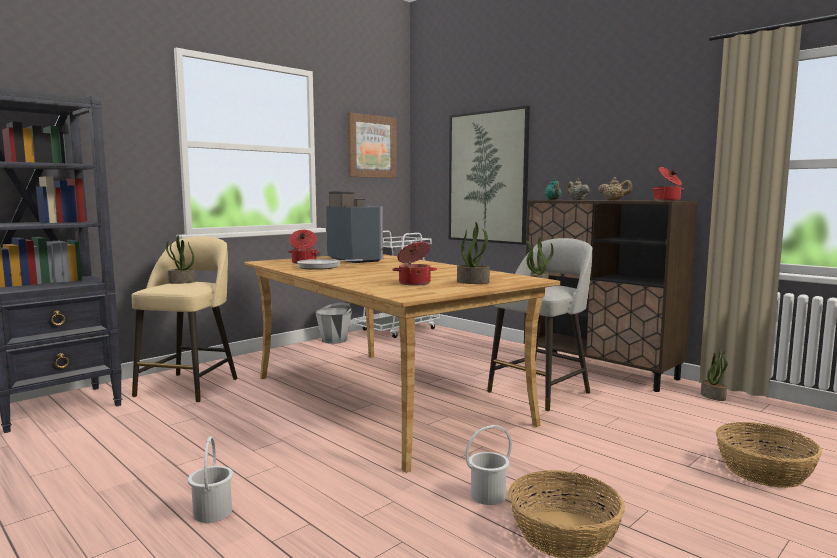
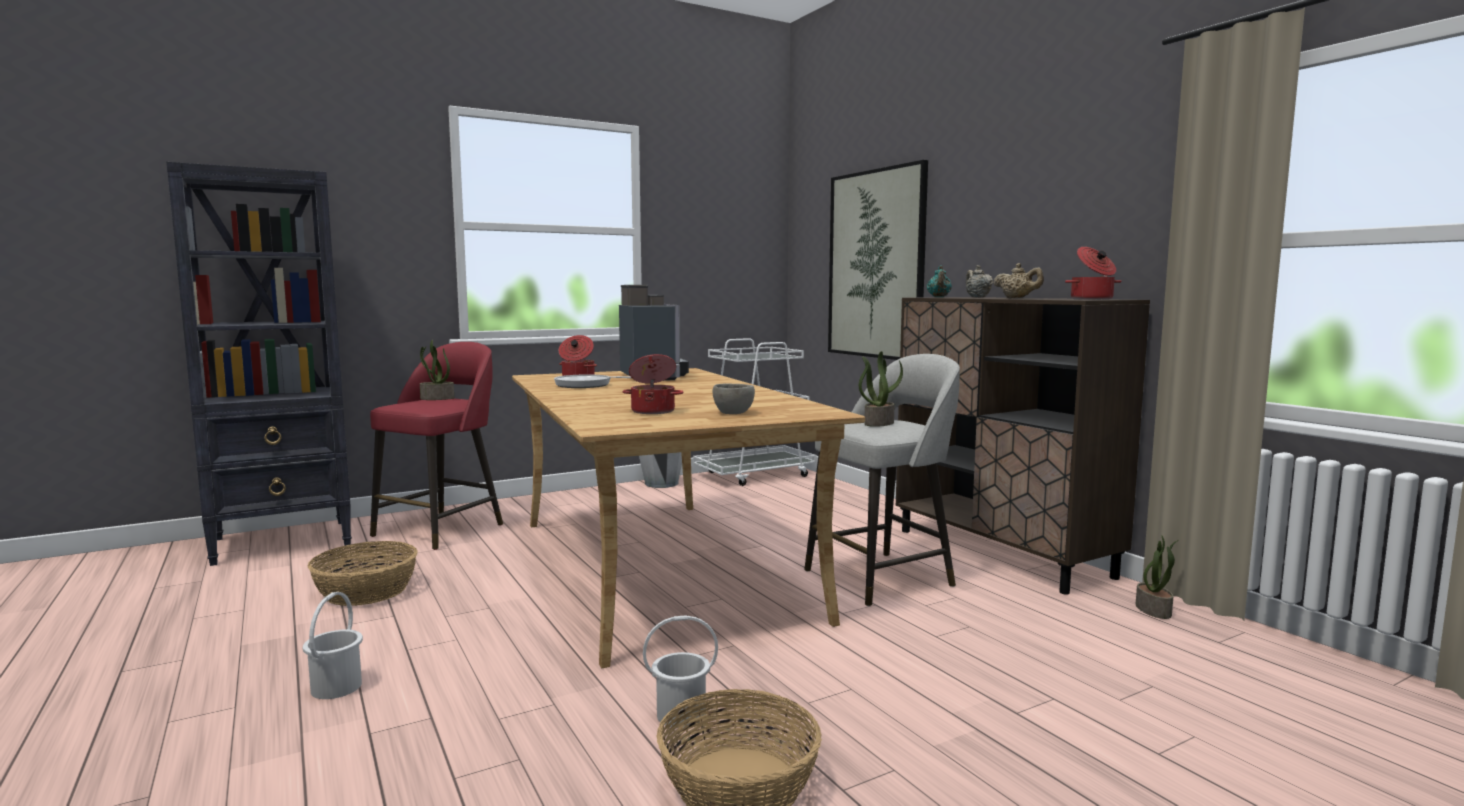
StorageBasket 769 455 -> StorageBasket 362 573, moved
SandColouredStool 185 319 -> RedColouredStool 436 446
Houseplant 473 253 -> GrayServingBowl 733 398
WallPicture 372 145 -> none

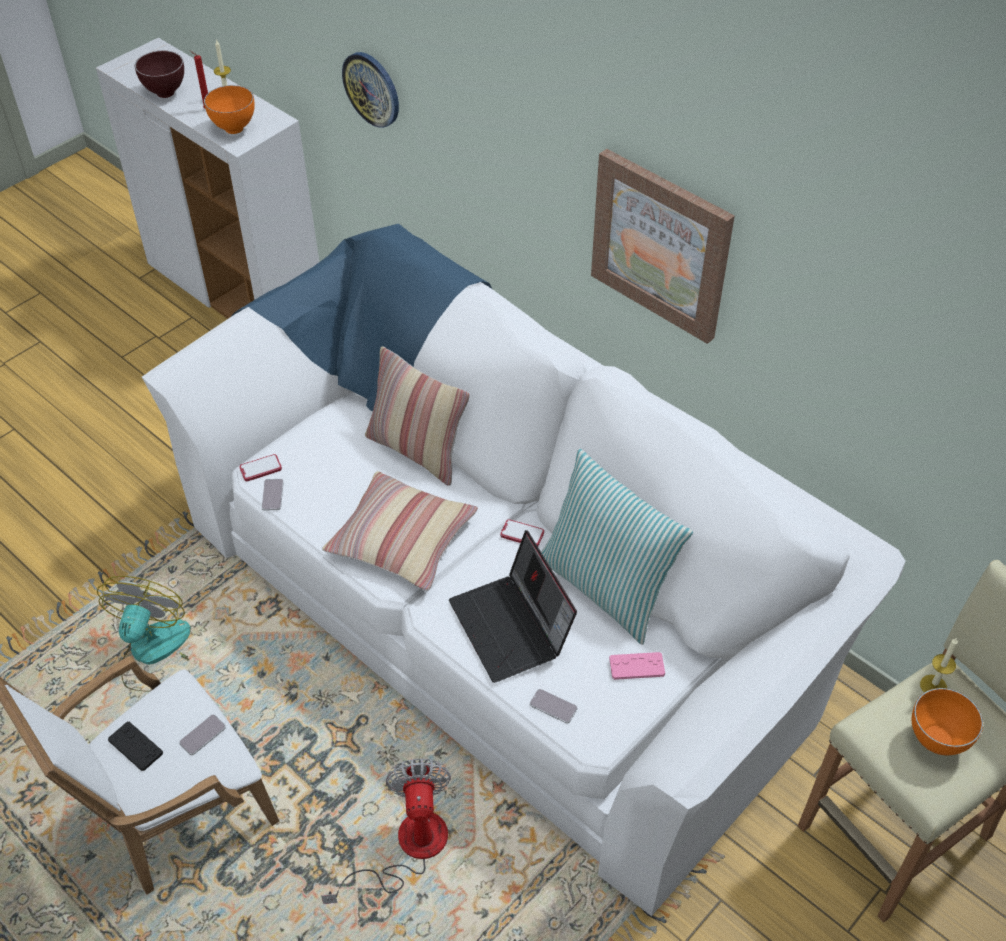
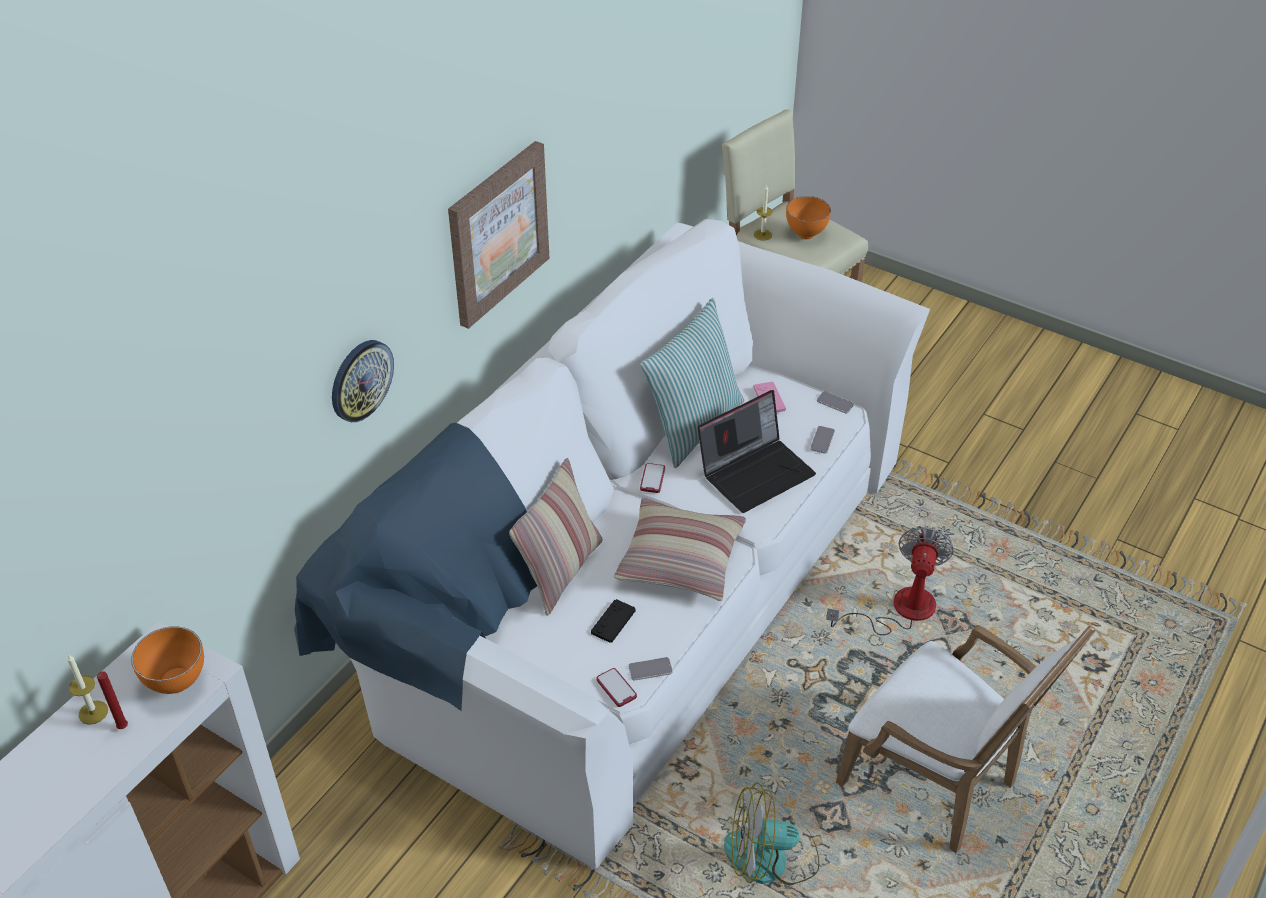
WallClock 370 90 -> WallClock 363 381, moved
BlackGamepad 135 746 -> BlackGamepad 613 621, moved
Telephone 202 734 -> Telephone 835 402, moved
CoolingFan 386 831 -> CoolingFan 890 580, 120 degrees clockwise
BrownColouredServingBowl 159 74 -> none

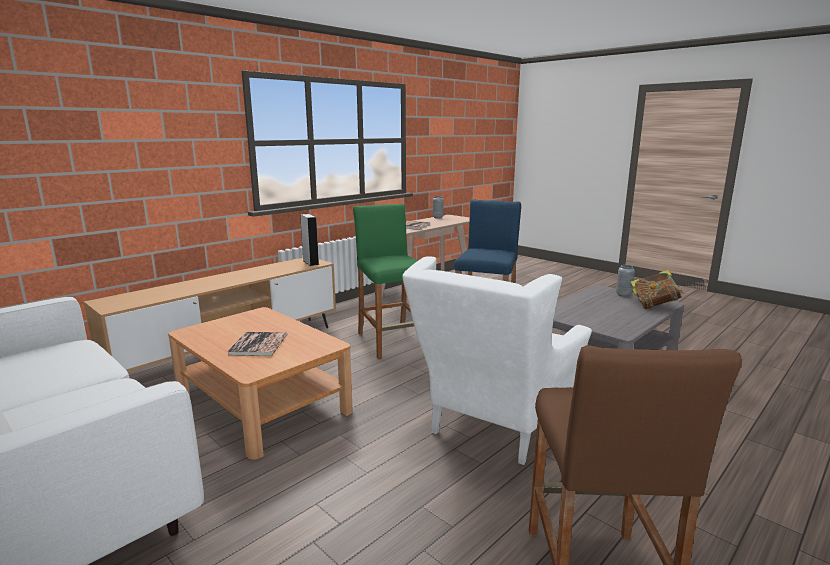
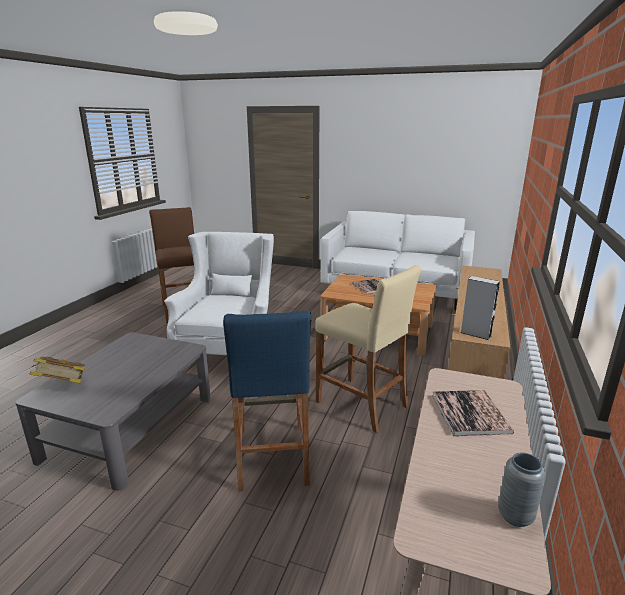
GreenishStool 385 281 -> SandColouredStool 368 349
GrayFlowerVase 625 281 -> none

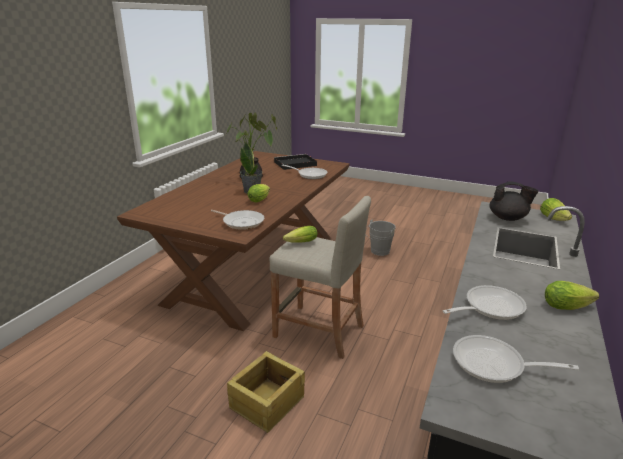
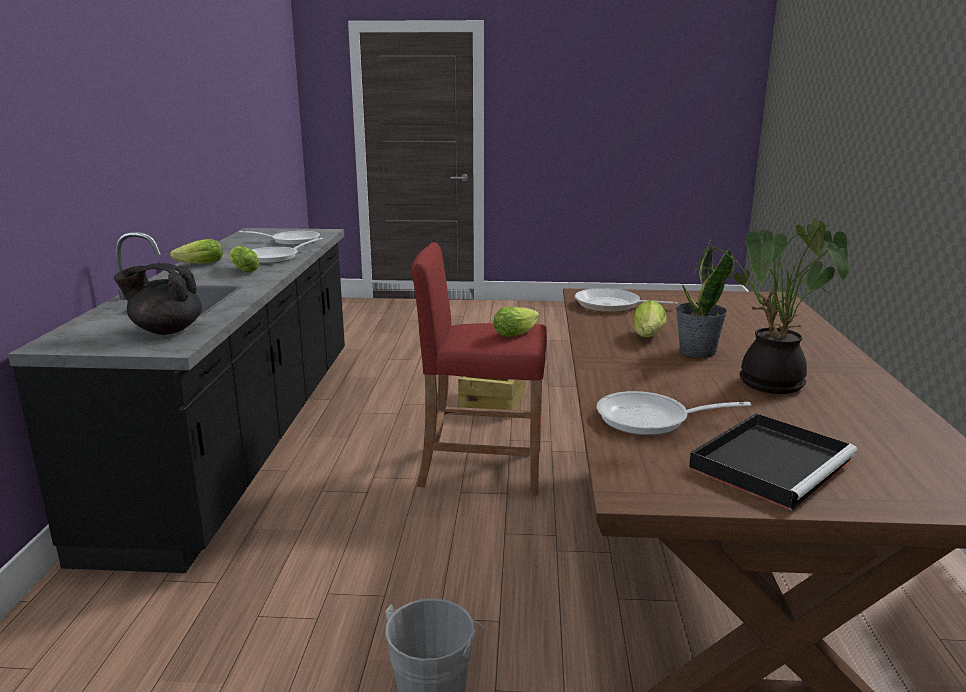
LettuceHead 556 209 -> LettuceHead 244 259, moved
SandColouredStool 320 277 -> RedColouredStool 479 368

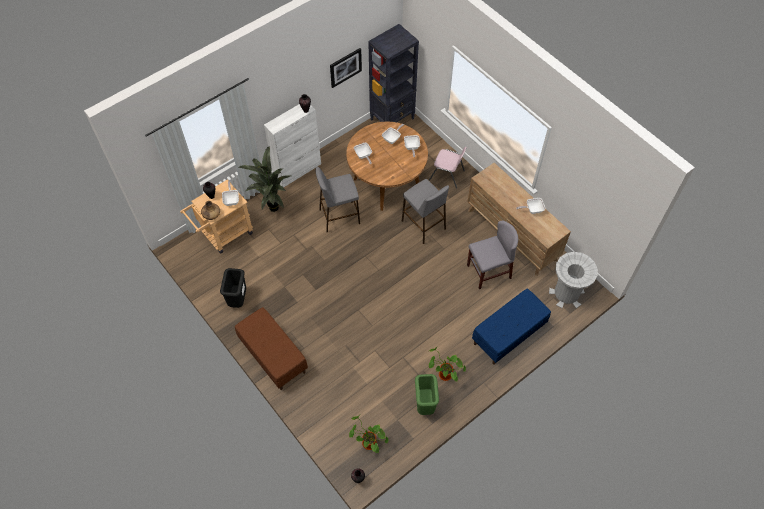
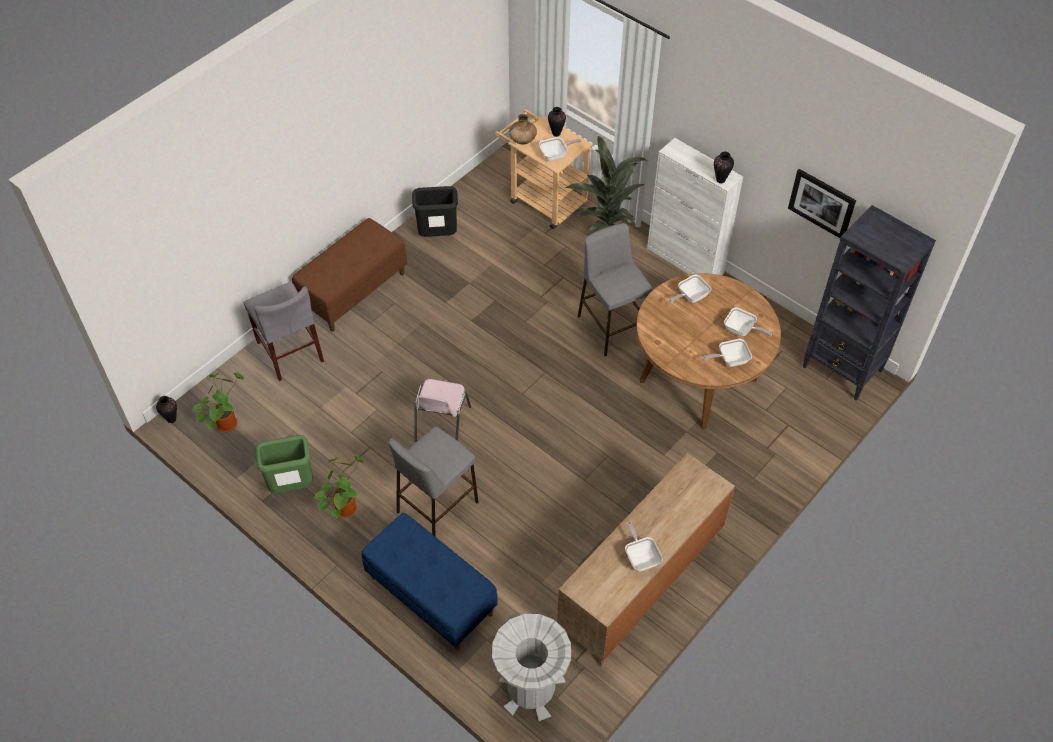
GrayUprightChair 492 255 -> GrayUprightChair 284 331, moved
GrayStool 425 211 -> GrayStool 434 482, moved
PinkishUprightChair 448 168 -> PinkishUprightChair 442 410, moved

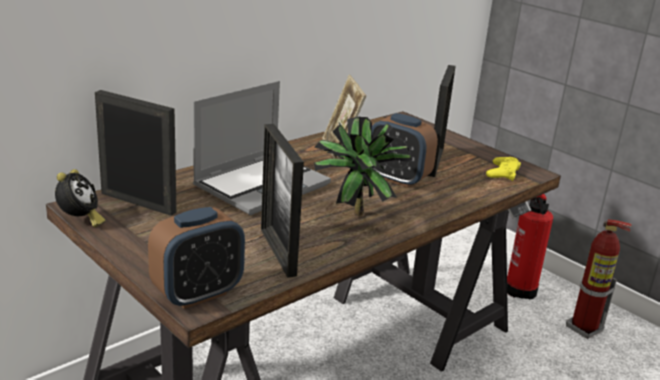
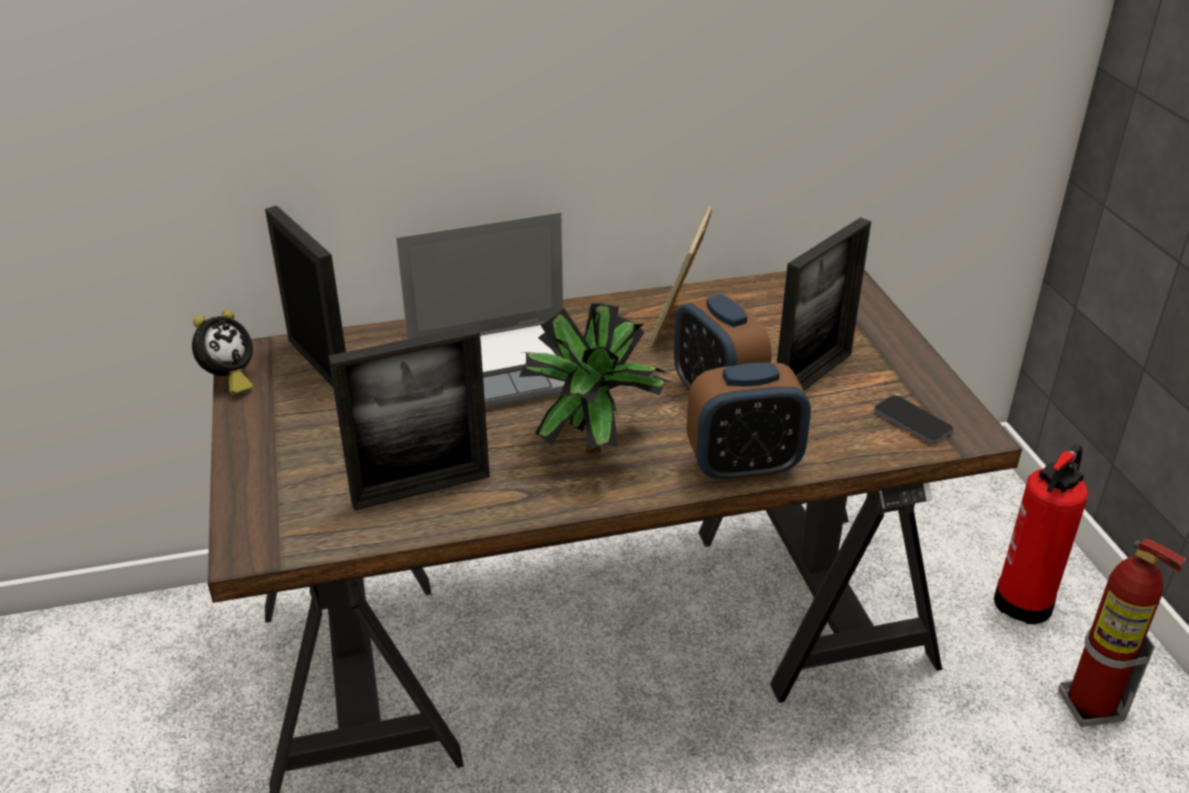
StandingFrame 282 201 -> StandingFrame 409 418, 120 degrees counterclockwise
AlarmClock 196 258 -> AlarmClock 748 423, moved
YellowishGamepad 503 169 -> Telephone 913 419

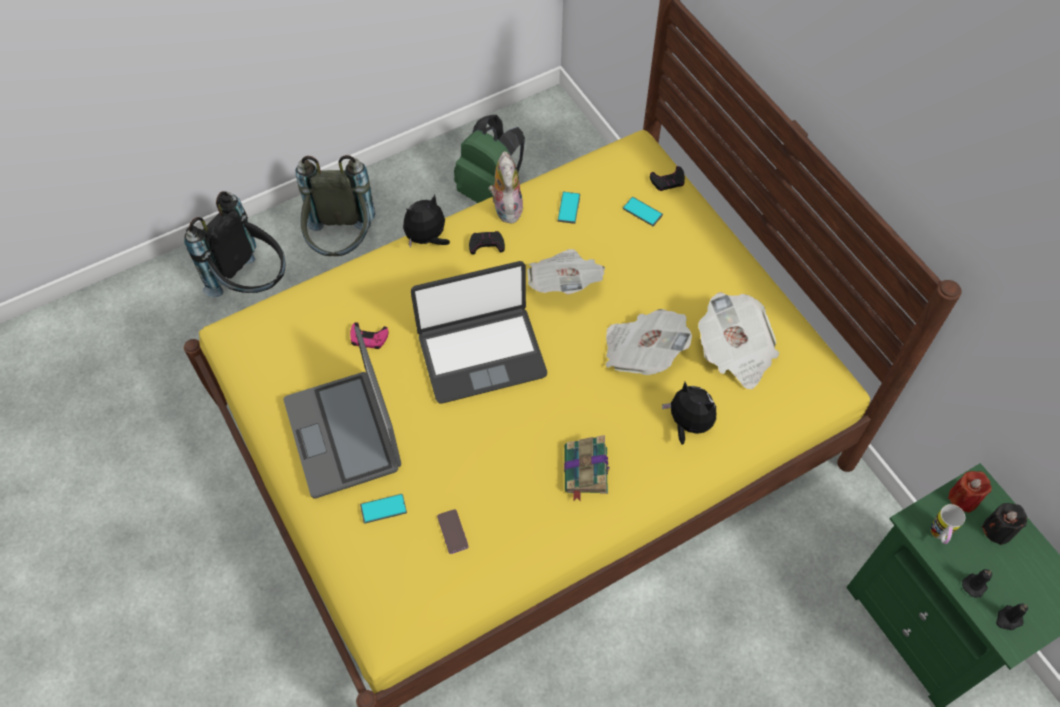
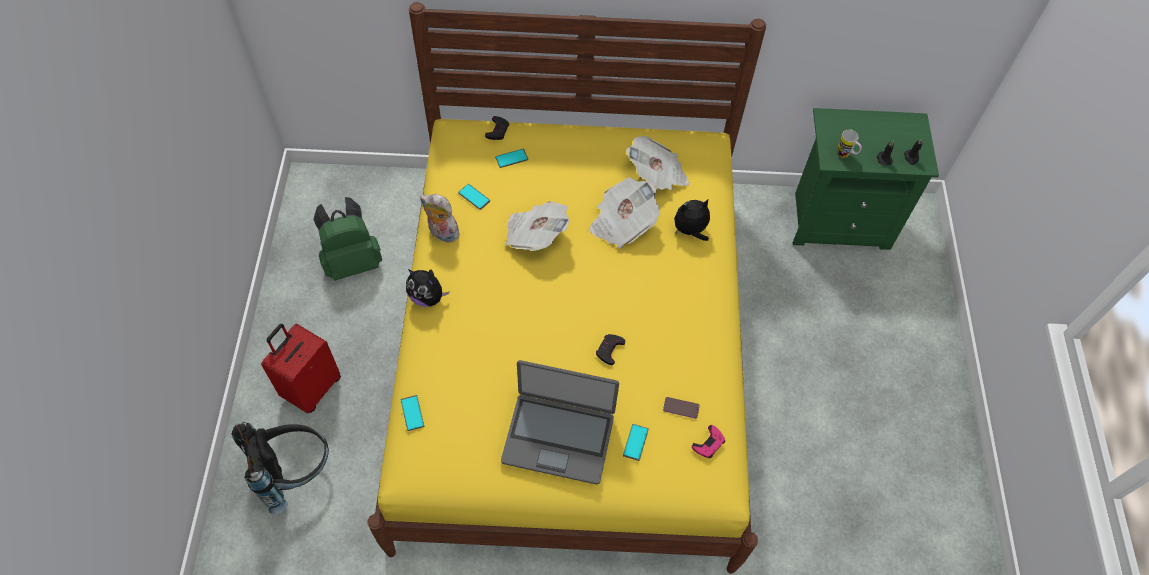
GrayBackpack 335 205 -> RedColouredSuitcase 301 368
none -> Telephone 412 413
SoftToy 426 221 -> SoftToy 427 288, 60 degrees counterclockwise
BlackGamepad 487 242 -> BlackGamepad 610 349, moved
PinkishGamepad 369 335 -> PinkishGamepad 708 441, moved
NotebookComputer 479 332 -> none
BoundBook 586 468 -> none
RedColouredCandle 970 492 -> none
BlackCandle 1004 524 -> none

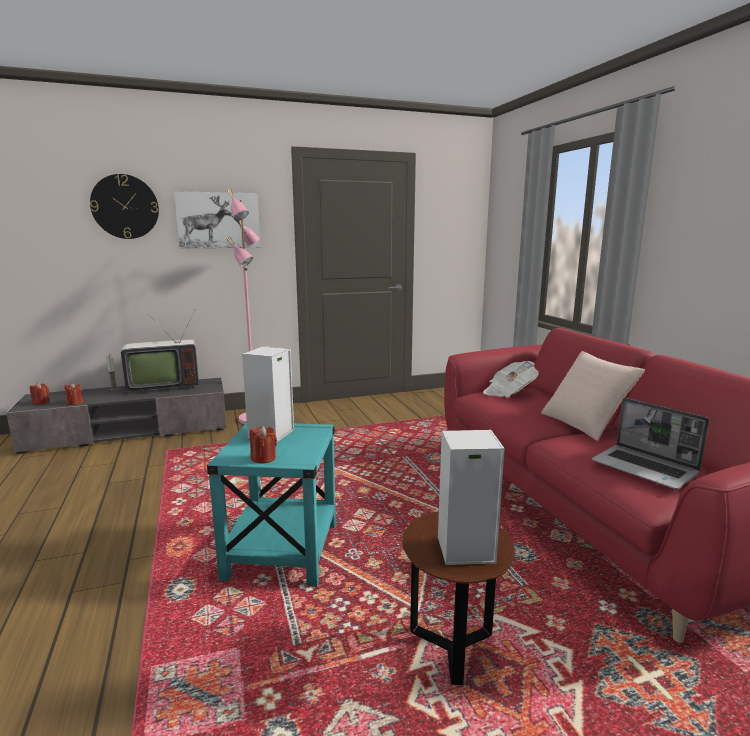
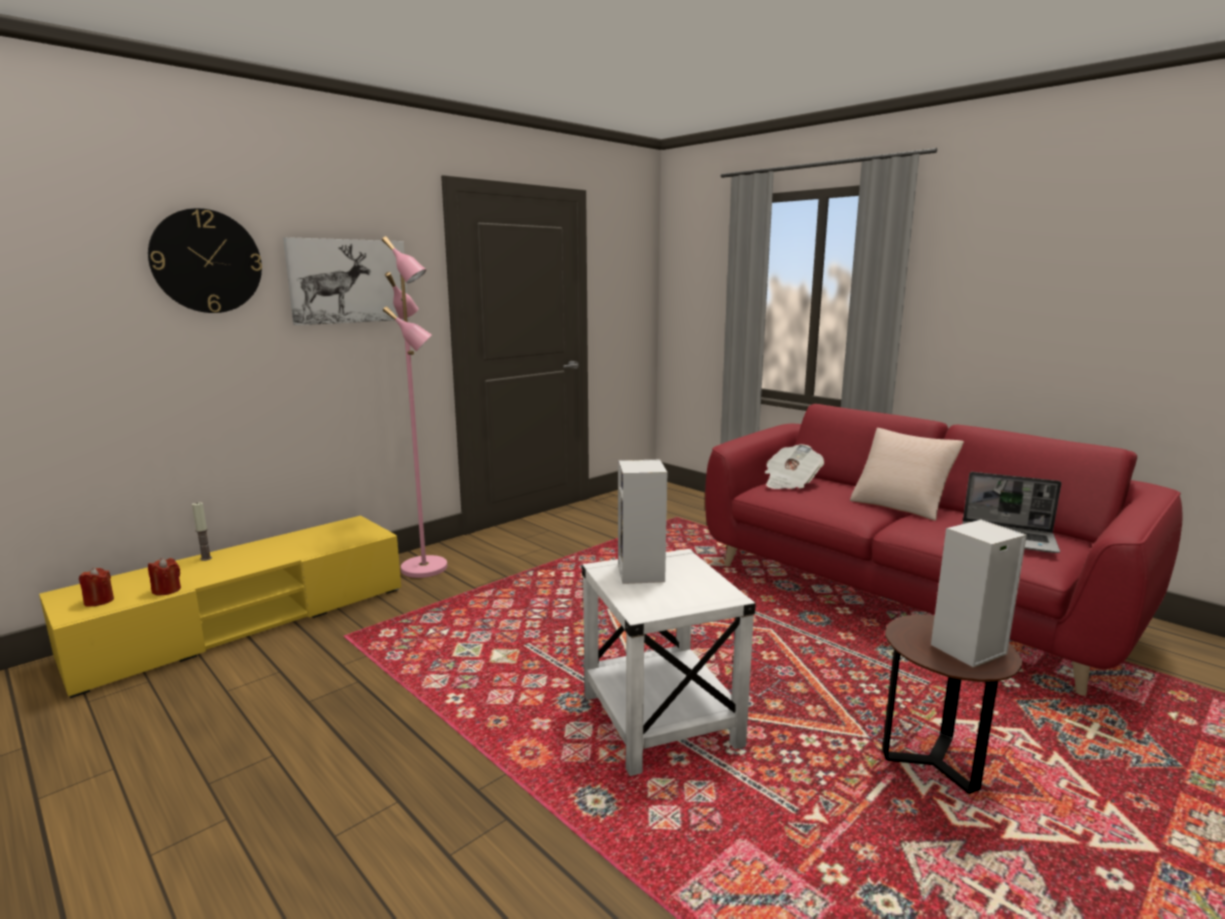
GrayTvUnit 116 416 -> YellowishTvUnit 220 607
TurquoiseColouredAccentTable 271 504 -> WhitishAccentTable 669 662
Tv 160 352 -> none
RedColouredCandle 263 445 -> none

